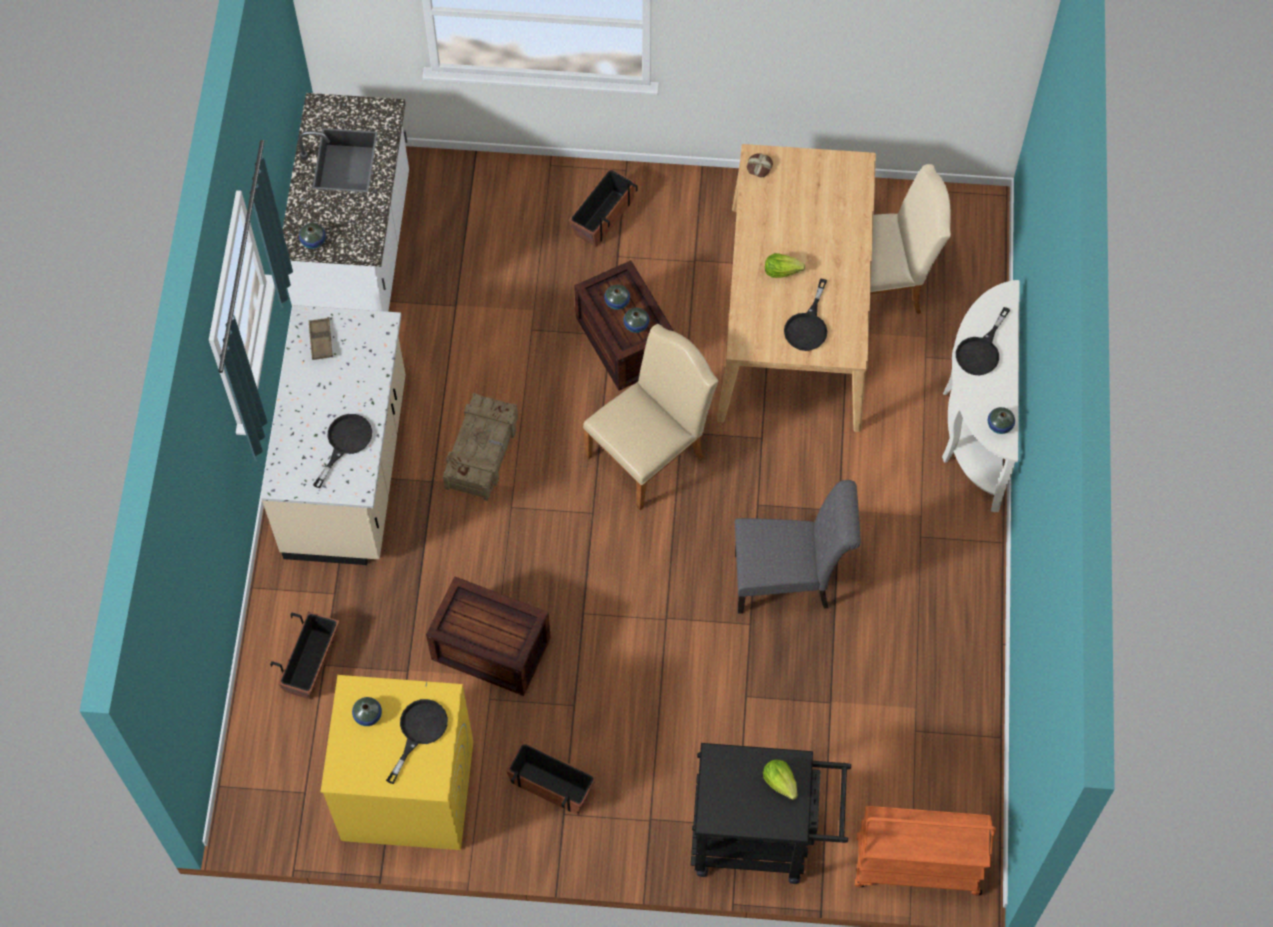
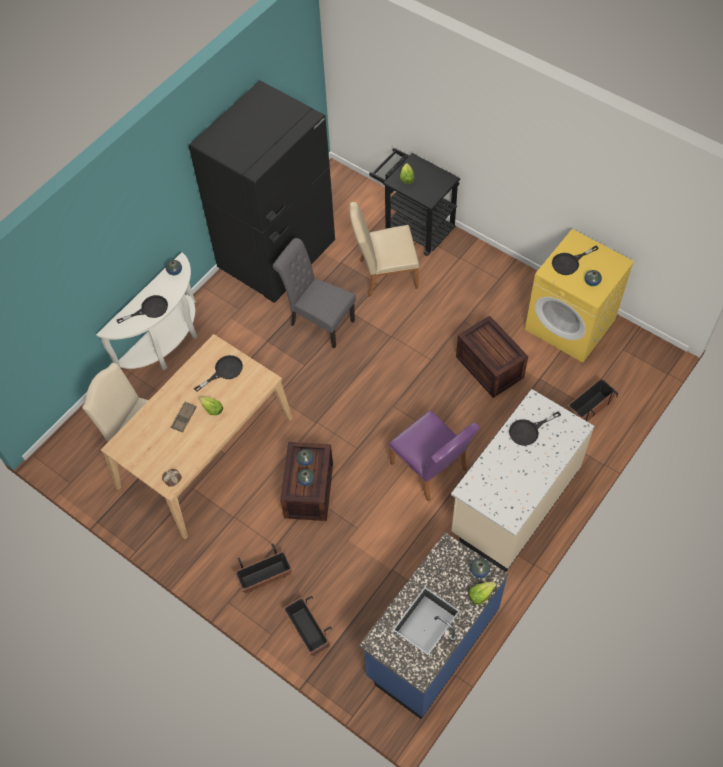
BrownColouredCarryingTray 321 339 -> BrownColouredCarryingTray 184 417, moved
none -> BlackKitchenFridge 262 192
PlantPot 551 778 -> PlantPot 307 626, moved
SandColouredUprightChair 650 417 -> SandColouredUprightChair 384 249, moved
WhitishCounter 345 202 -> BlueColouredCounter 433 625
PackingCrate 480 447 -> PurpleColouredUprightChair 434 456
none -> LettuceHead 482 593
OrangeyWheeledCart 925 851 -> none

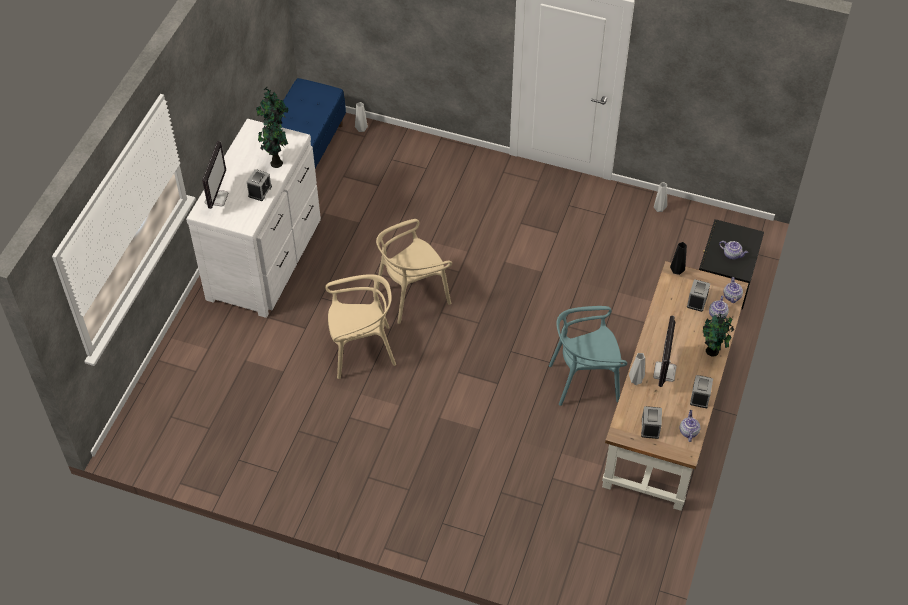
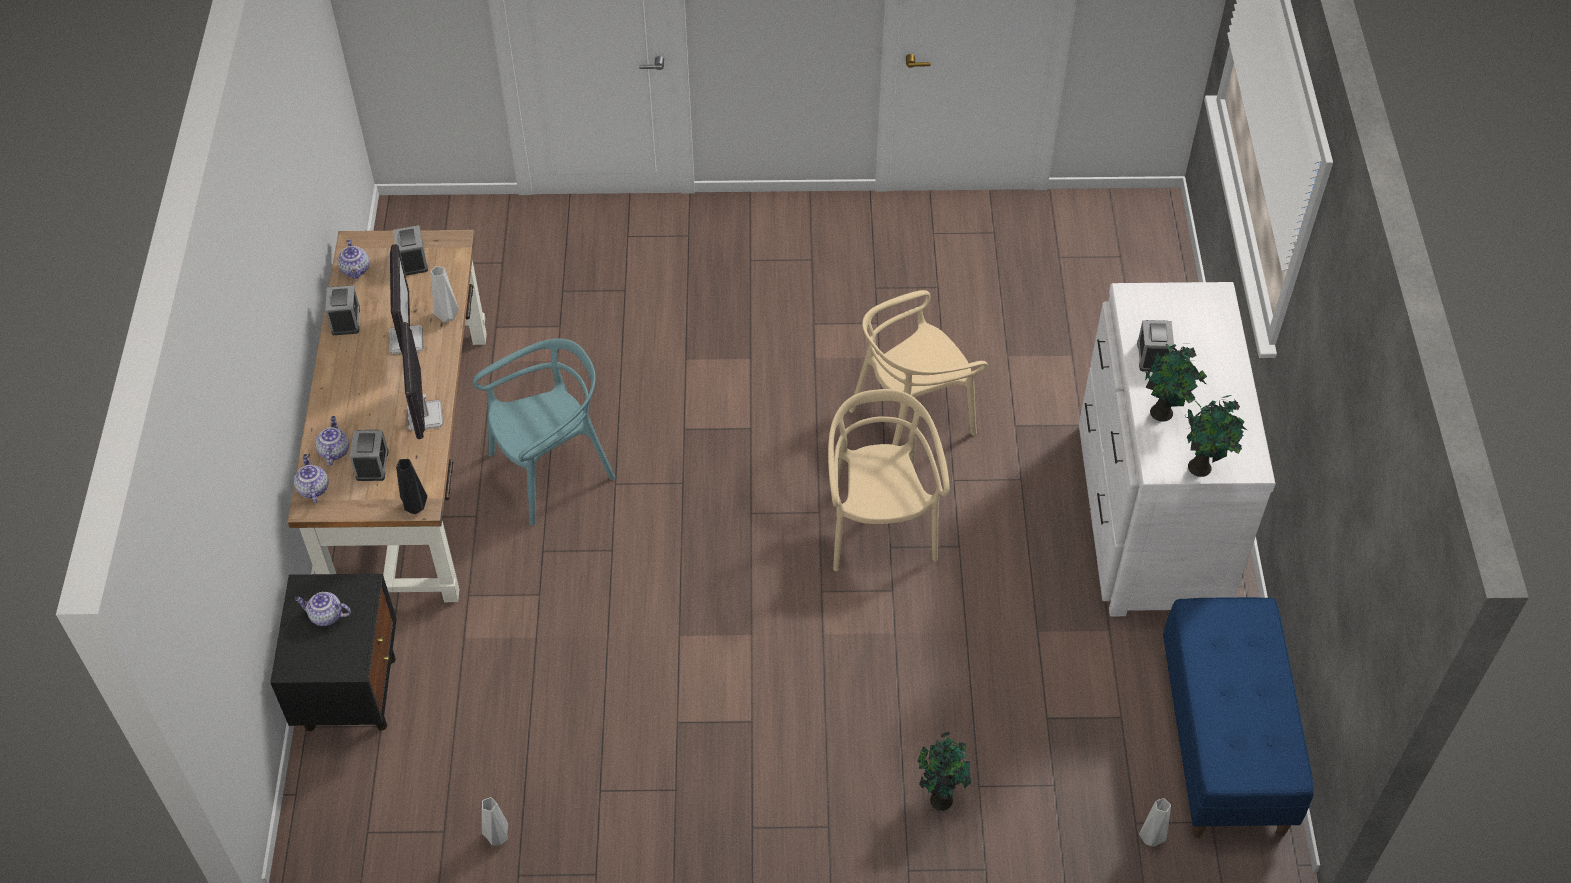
ComputerDisplay 215 175 -> ComputerDisplay 422 380, moved
SandColouredUprightChair 414 271 -> SandColouredUprightChair 889 480, 45 degrees counterclockwise
Houseplant 718 335 -> Houseplant 944 771, moved

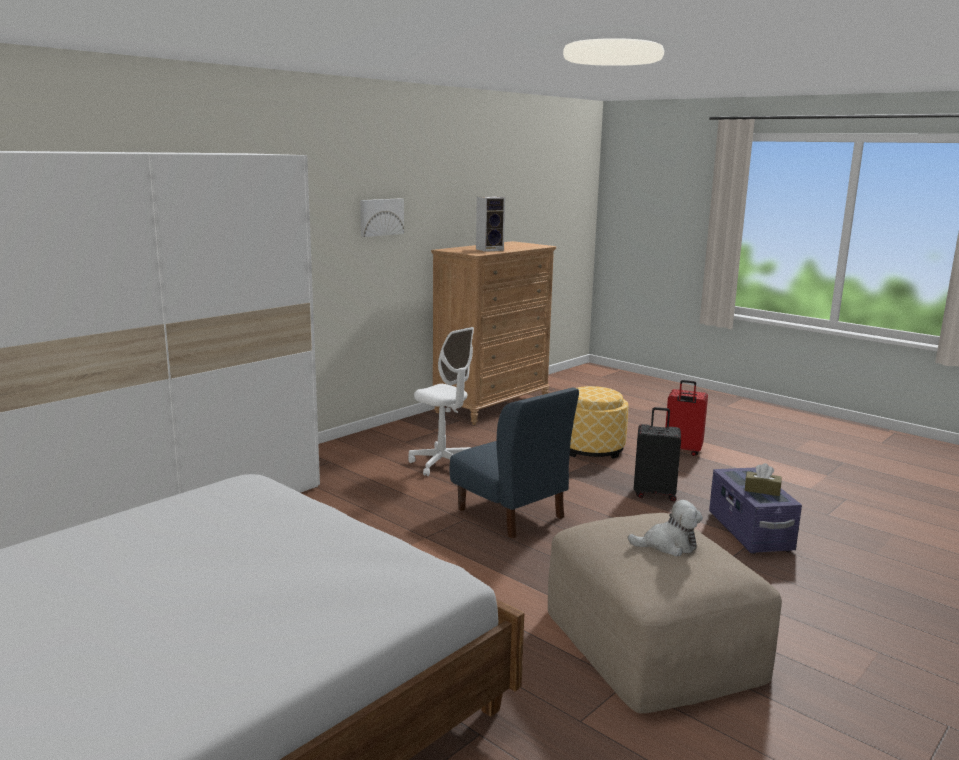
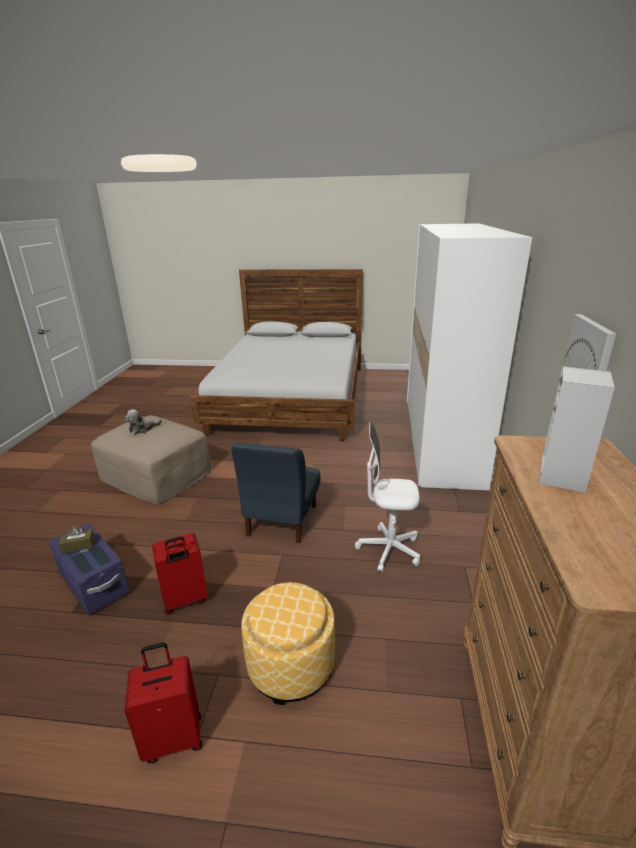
BlackSuitcase 657 454 -> RedColouredSuitcase 180 574
BlueColouredUprightChair 514 463 -> BlueColouredUprightChair 275 492, 90 degrees counterclockwise

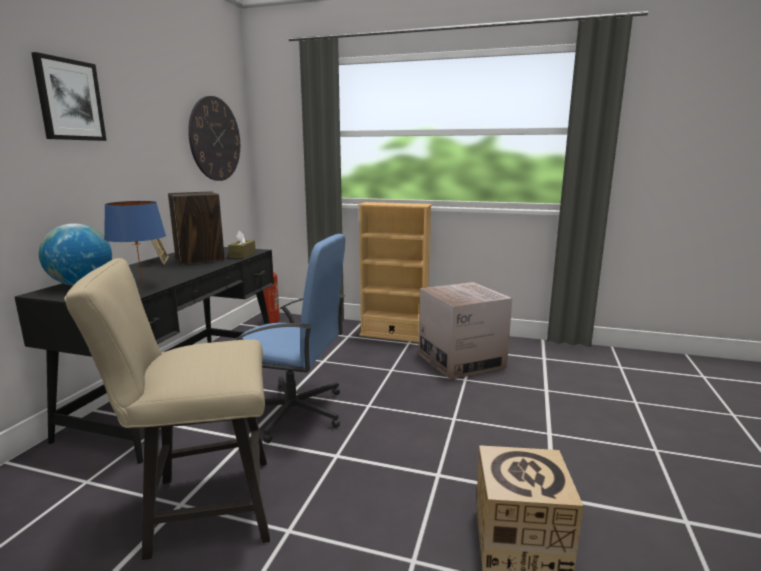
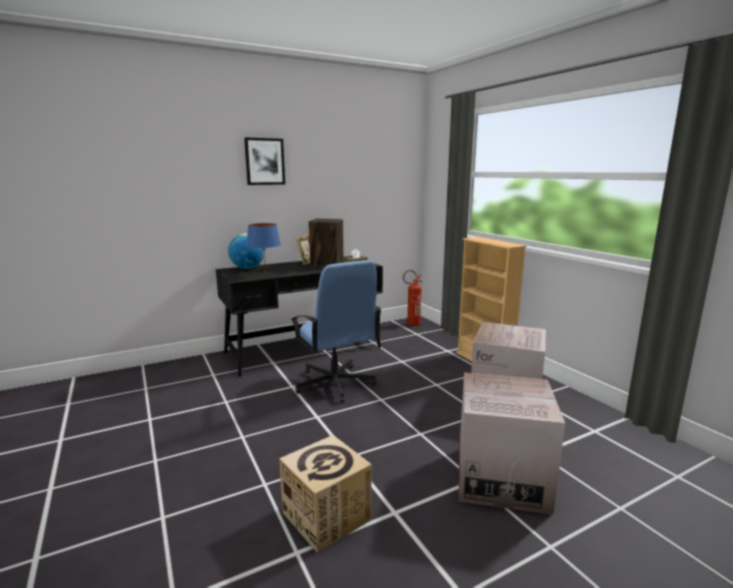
none -> Carton 512 444
SandColouredUprightChair 167 409 -> none
WallClock 214 138 -> none

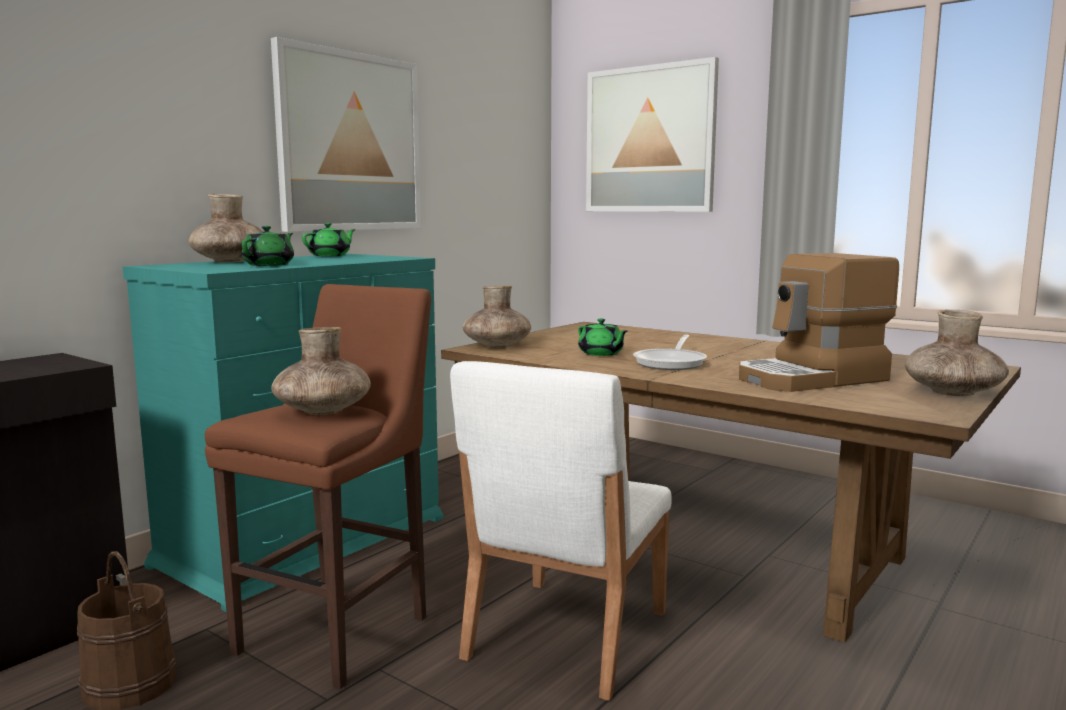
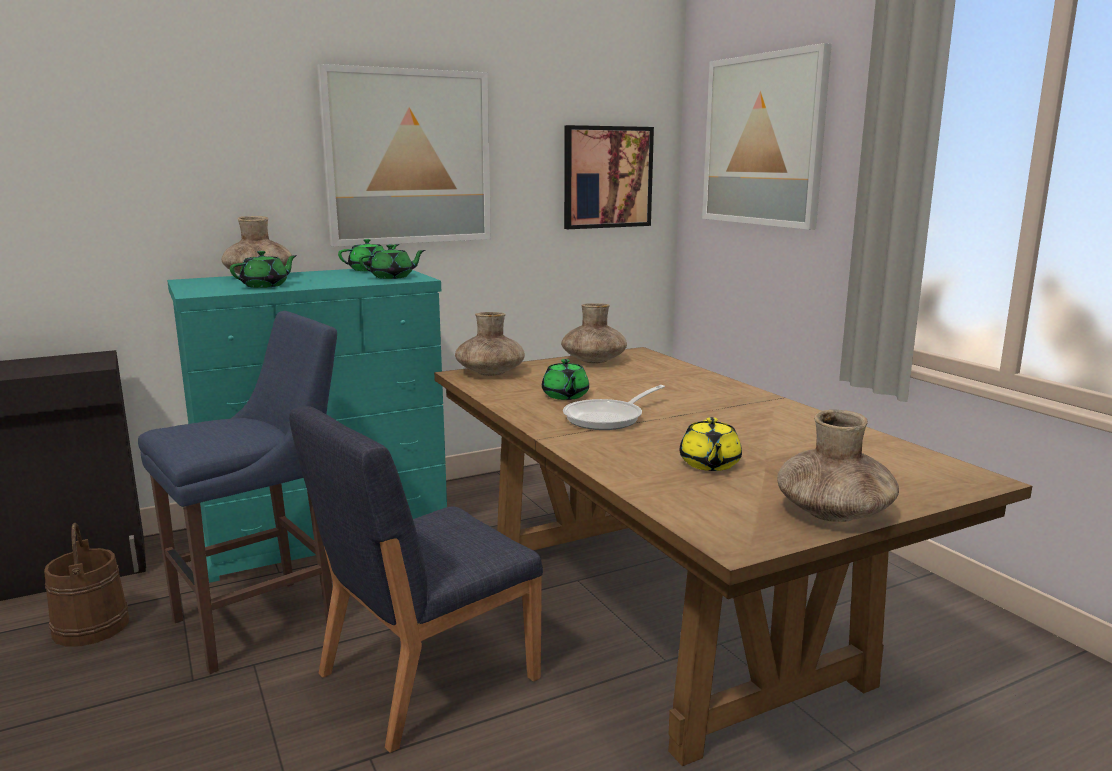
BrownColouredStool 318 486 -> BlueColouredStool 237 492
WhitishUprightChair 561 531 -> BlueColouredUprightChair 416 579
none -> GreenishTeapot 392 261
BrownColouredFlowerVase 321 371 -> BrownColouredFlowerVase 594 333, moved
none -> WallPicture 609 177
CoffeeMaker 819 322 -> YellowishTeapot 710 444

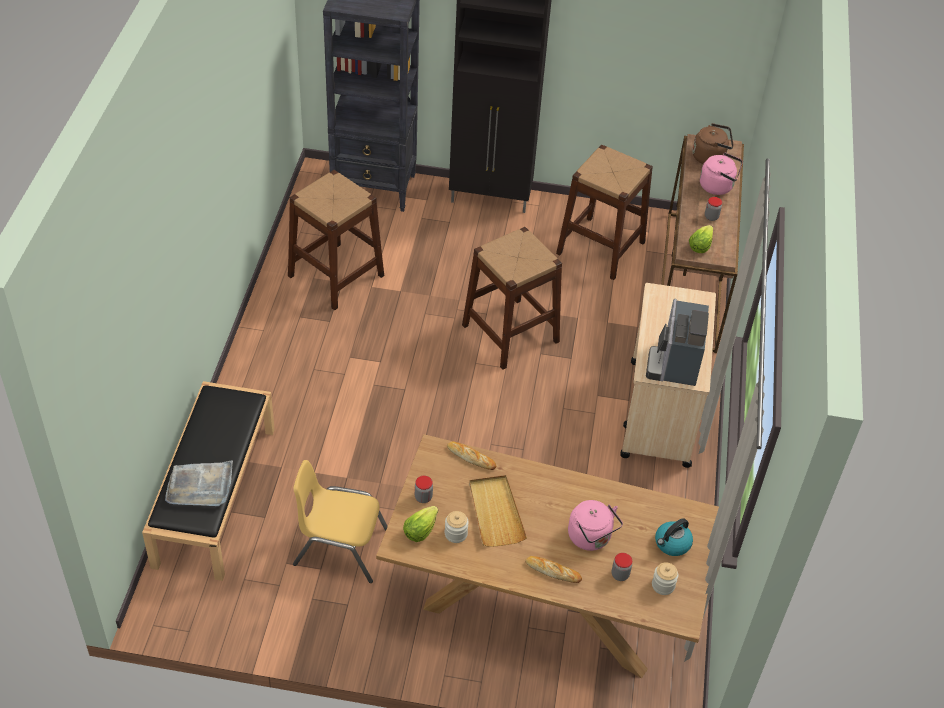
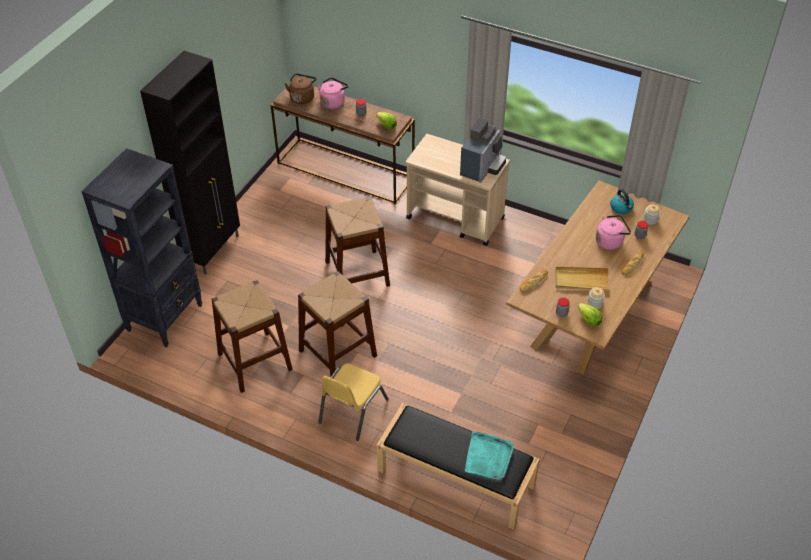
BrownColouredStool 604 212 -> BrownColouredStool 337 324, moved
YellowishUprightChair 340 521 -> YellowishUprightChair 353 402, moved
CoffeeMaker 677 342 -> CoffeeMaker 483 150, 90 degrees counterclockwise
GrayCarryingTray 199 483 -> TurquoiseColouredCarryingTray 489 455

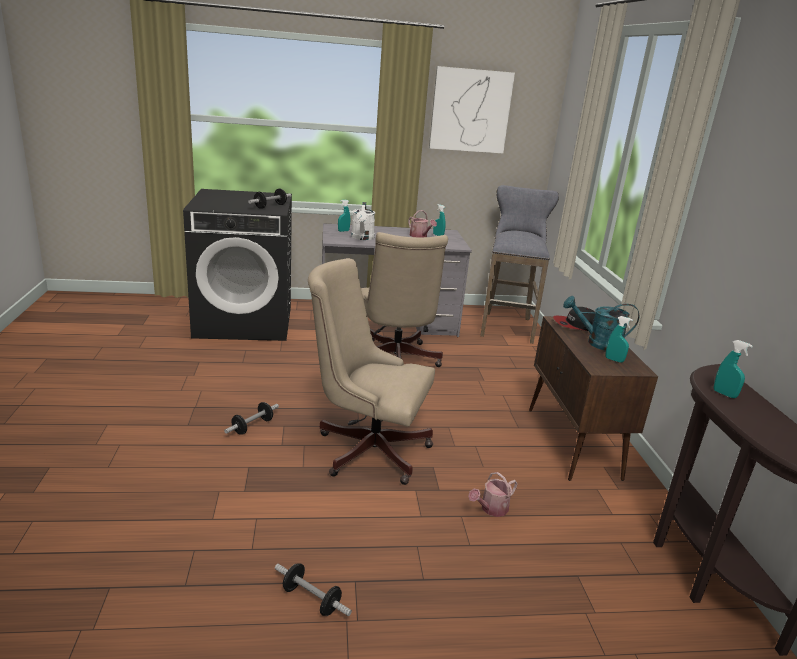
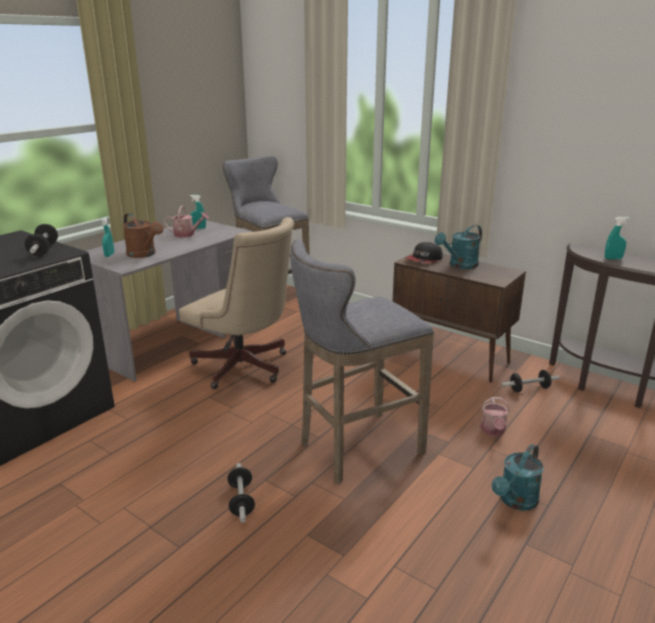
WhitishSprinklingCan 363 221 -> BrownColouredSprinklingCan 143 235
SandColouredComputerChair 371 371 -> GrayStool 362 361
none -> TurquoiseColouredSprinklingCan 518 477
HandWeight 313 589 -> HandWeight 530 381, moved
WallPicture 472 109 -> none
TurquoiseColouredHandSprayer 619 339 -> none

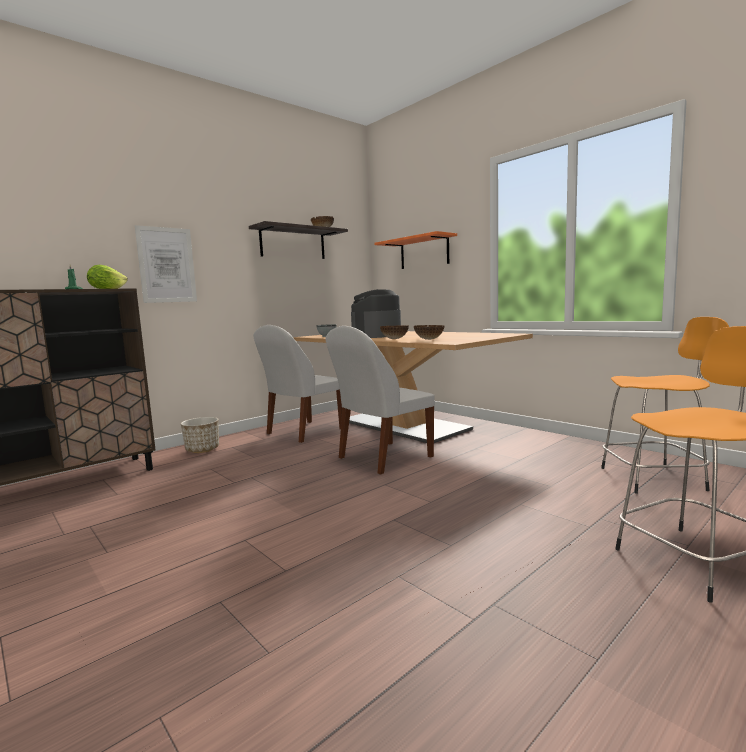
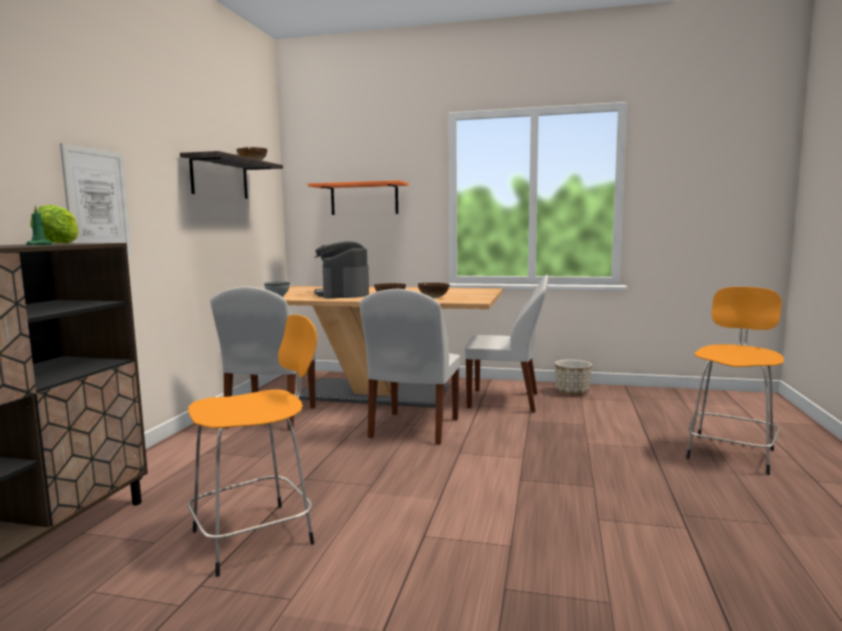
OrangeyStool 665 405 -> OrangeyStool 252 446, moved
none -> WhitishUprightChair 506 343
PlantPot 200 435 -> PlantPot 573 377, moved

